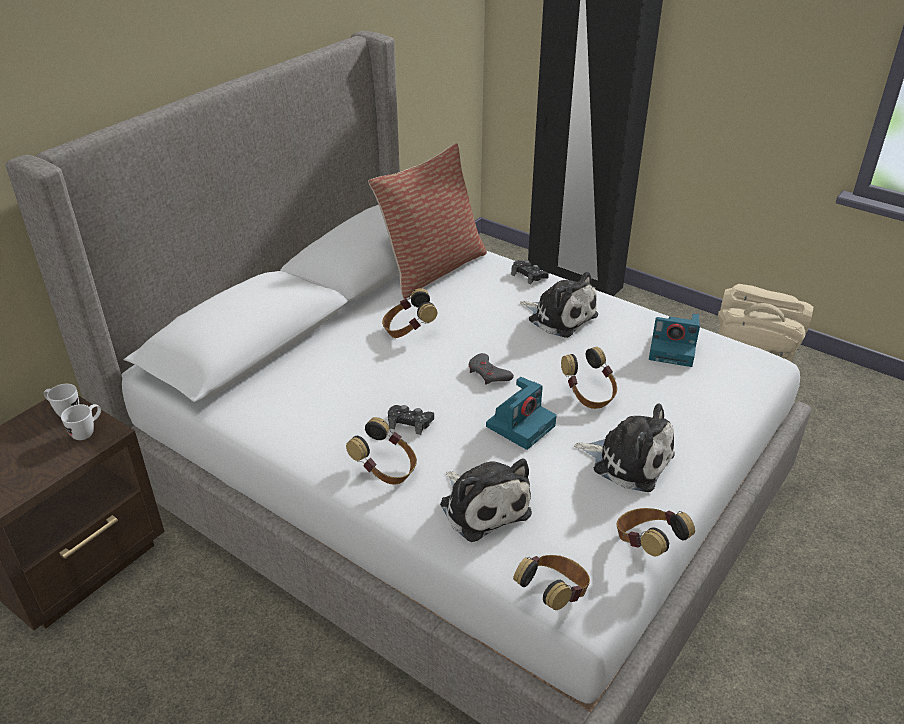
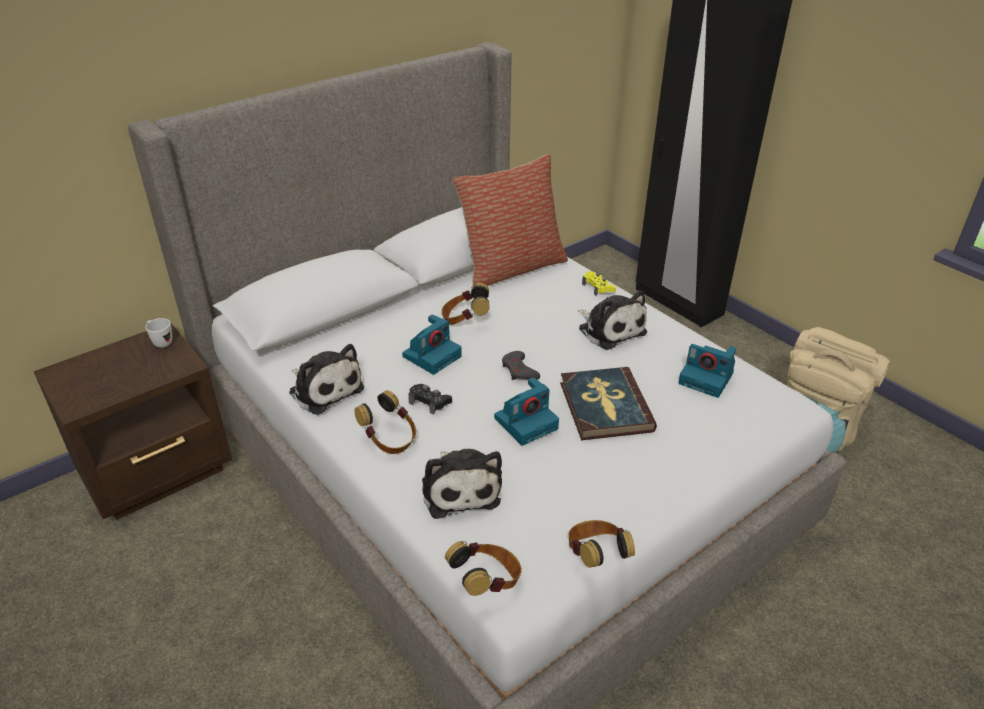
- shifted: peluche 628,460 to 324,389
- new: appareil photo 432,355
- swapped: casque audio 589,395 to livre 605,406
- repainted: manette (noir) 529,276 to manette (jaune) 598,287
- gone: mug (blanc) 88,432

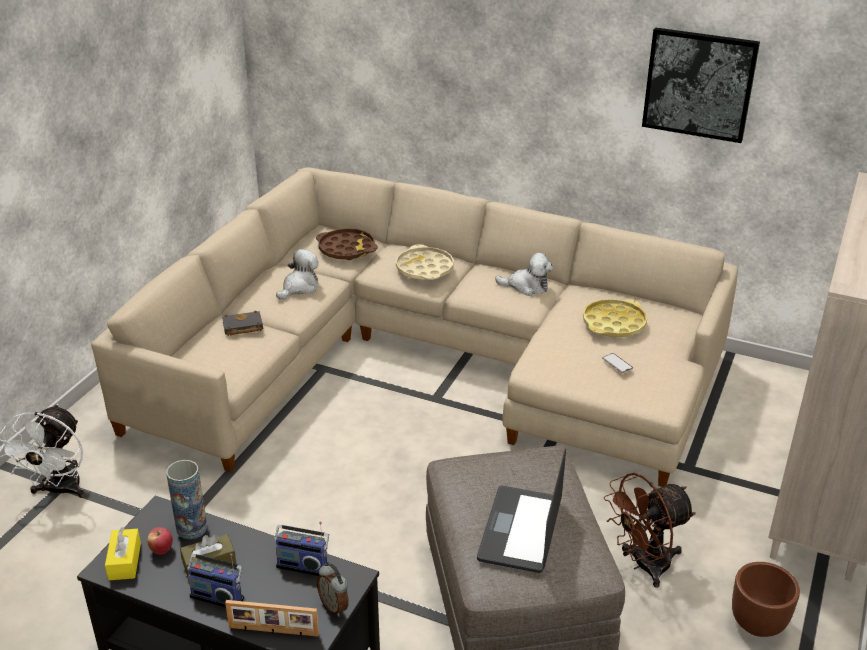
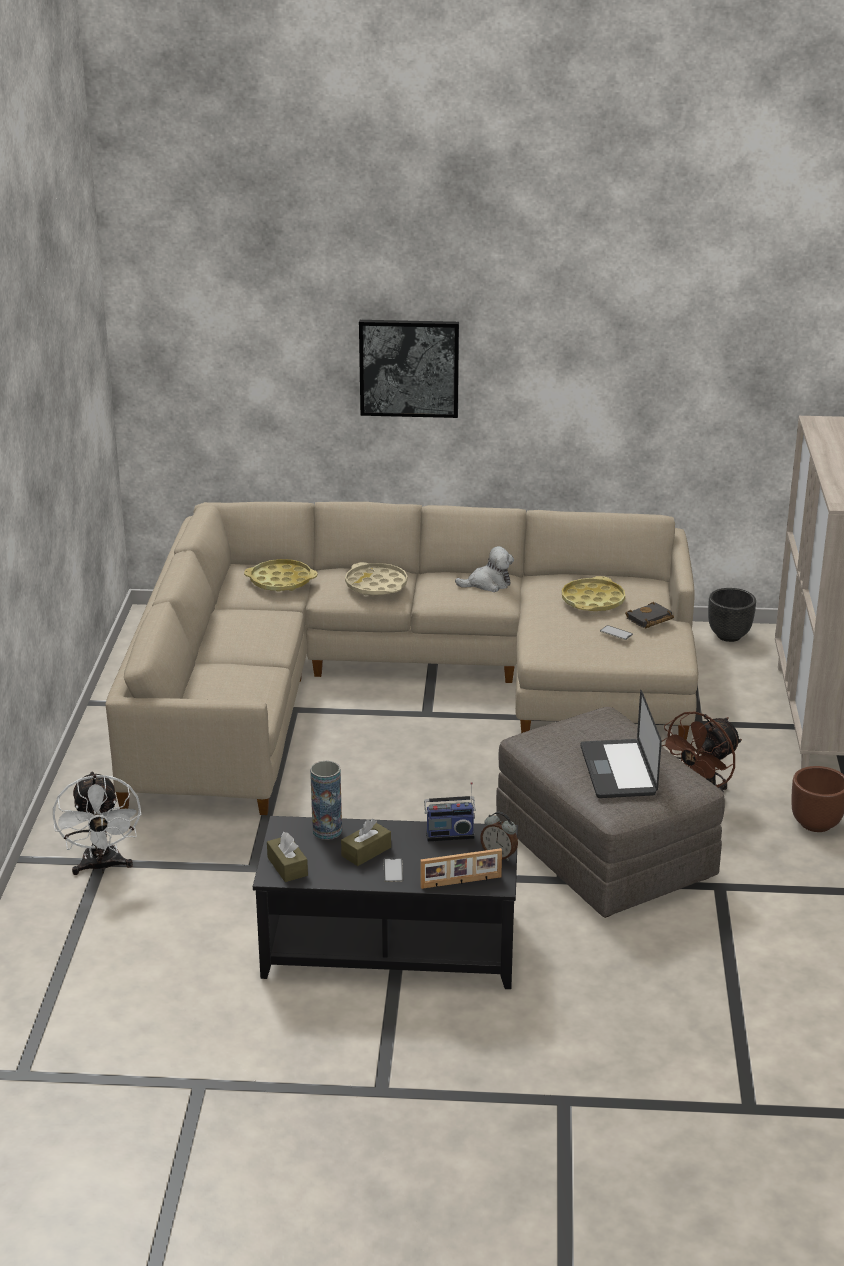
- repainted: plateau (marron) 346,249 to plateau (jaune) 281,581
- repainted: boîte à mouchoirs (jaune) 124,561 to boîte à mouchoirs (marron) 287,866
- shifted: tableau 699,84 to 409,367
- swapped: radio 218,595 to téléphone 393,870
- shifted: livre (noir) 242,327 to 649,620
- new: cache-pot (noir) 729,636
- gone: pomme 161,550
- gone: peluche 299,287

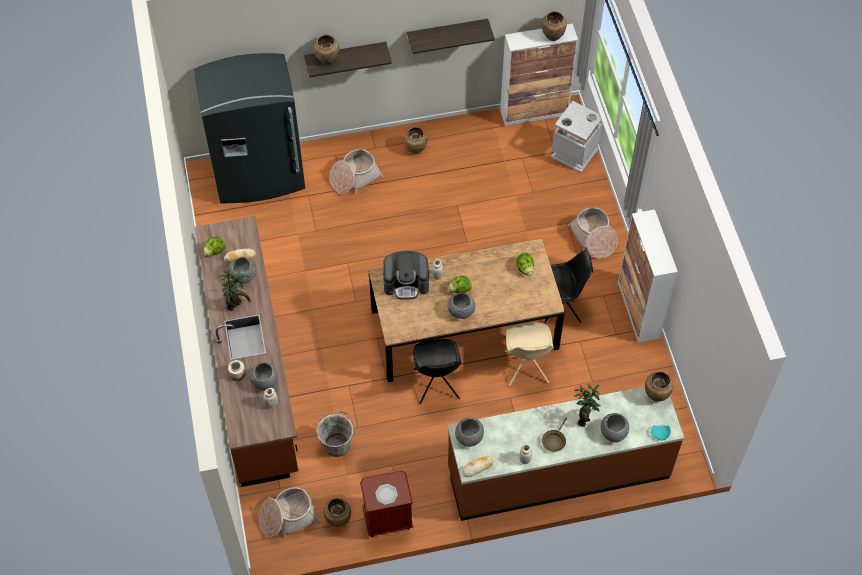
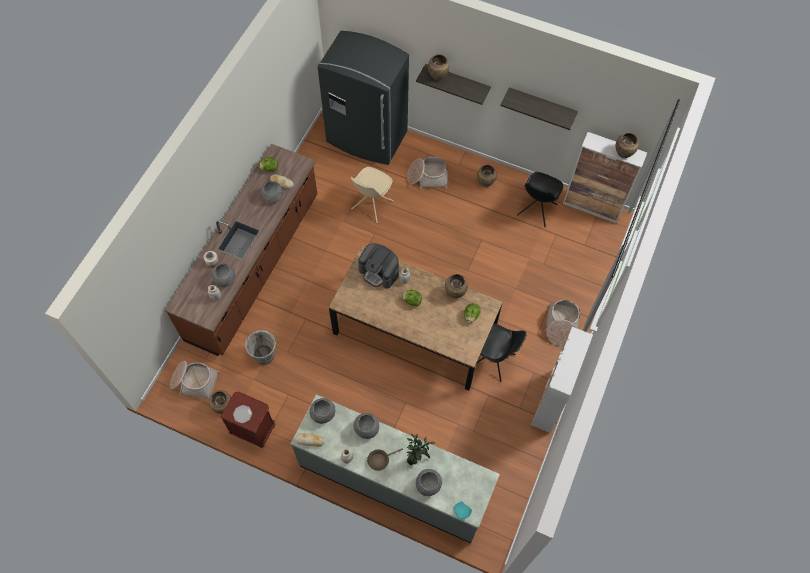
- repainted: comptoir de cuisine (marron) 558,473 to comptoir de cuisine (gris) 394,480
- shifted: chaise (beige) 526,368 to 371,205
- shifted: bol (gris) 460,311 to 366,428
- shifted: vase (marron) 656,395 to 455,293
- shifted: chaise (noir) 436,385 to 536,210
- gone: plante en pot 236,304
- gone: poubelle (gris) 574,153

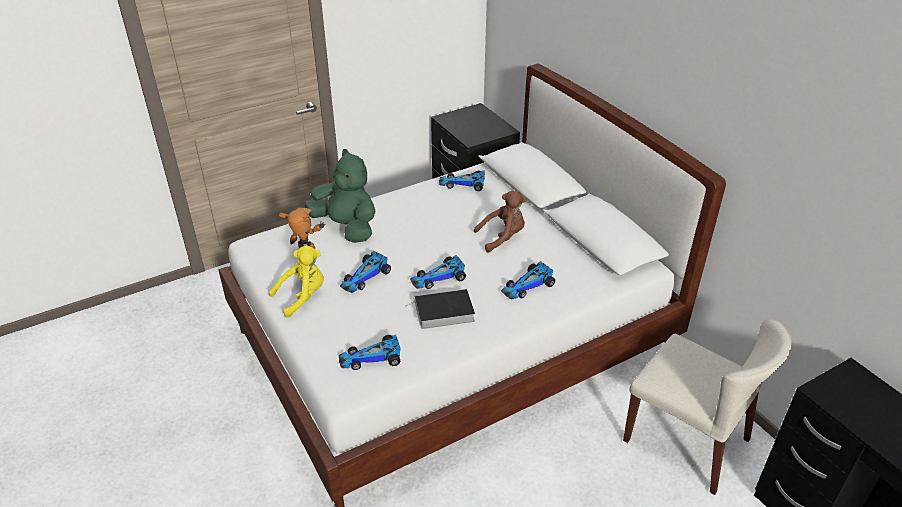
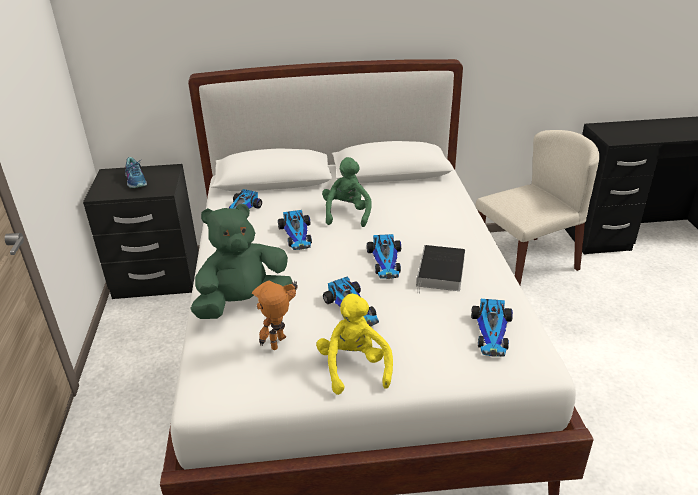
- new: chaussure 136,180
- shifted: petite voiture 528,286 to 297,235
- repainted: peluche (marron) 502,237 to peluche (vert) 347,213

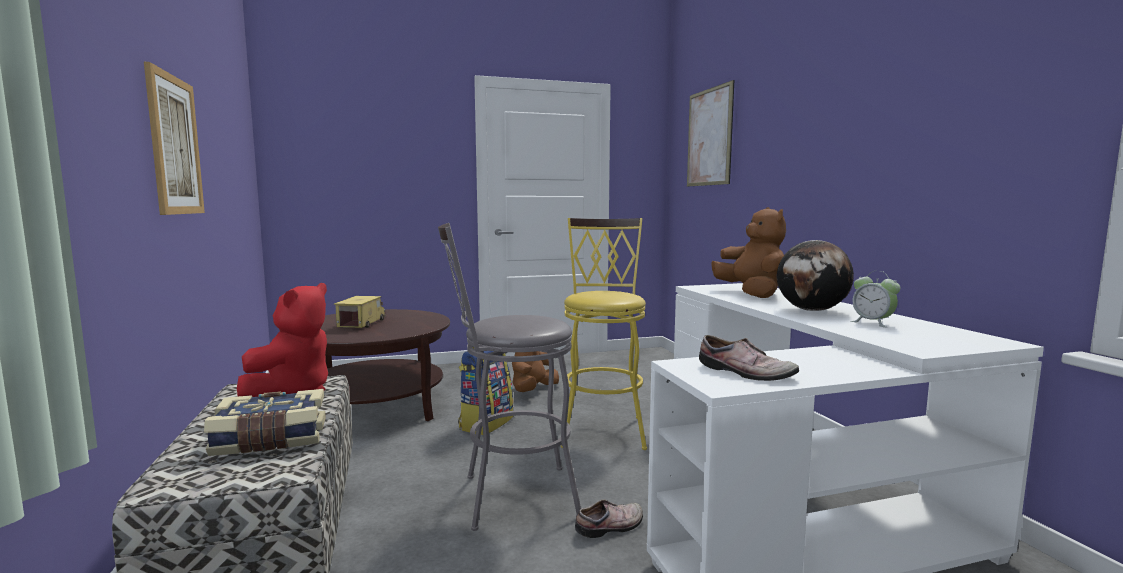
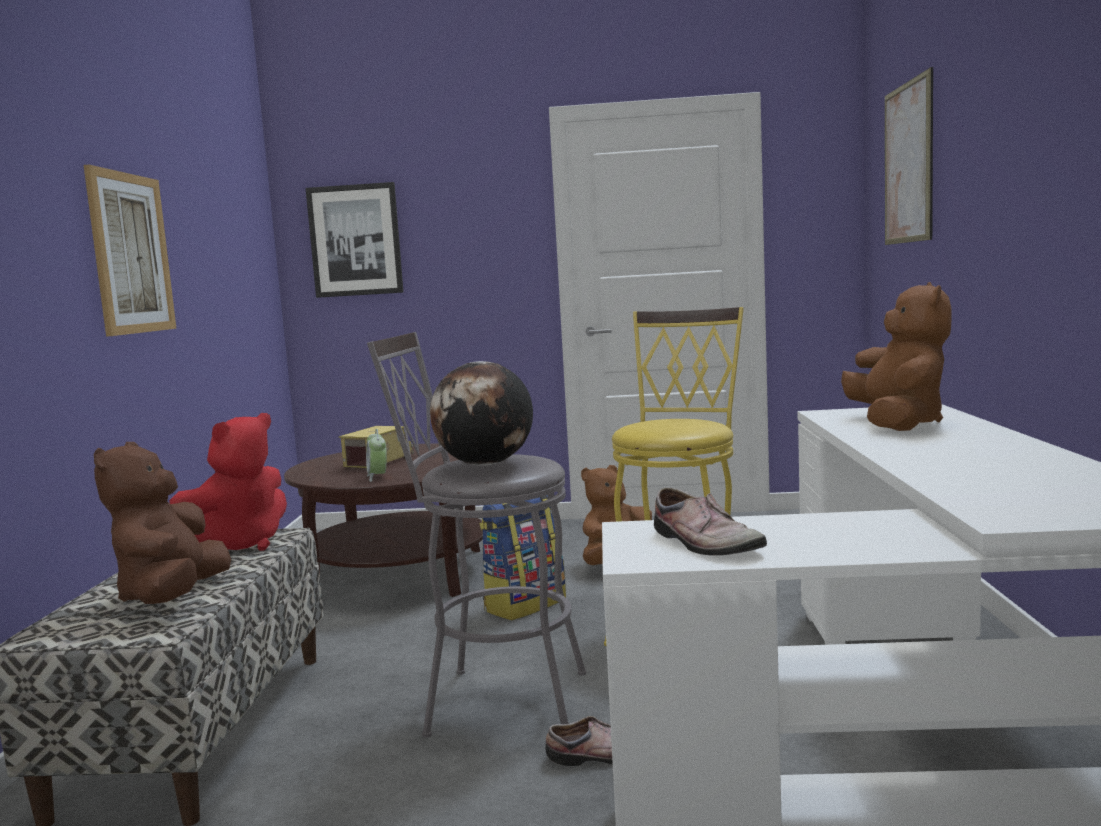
- swapped: livre 270,440 to peluche (marron) 172,597
- new: tableau 355,240
- shifted: réveil 872,323 to 378,477
- shifted: globe 812,310 to 485,464

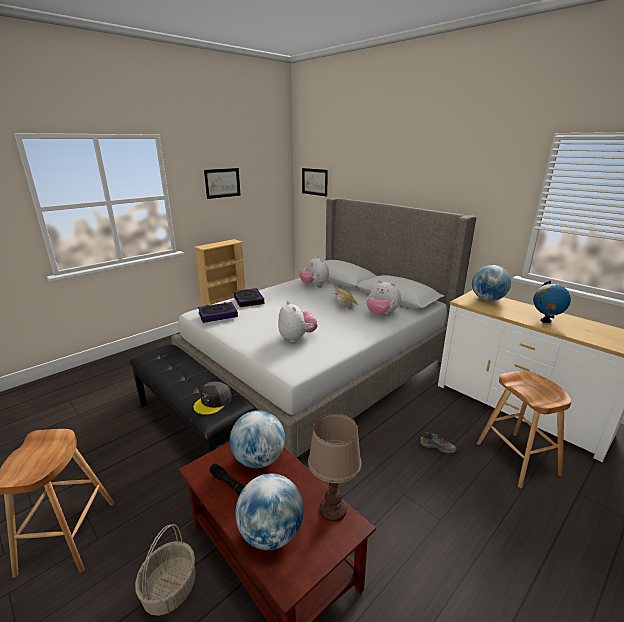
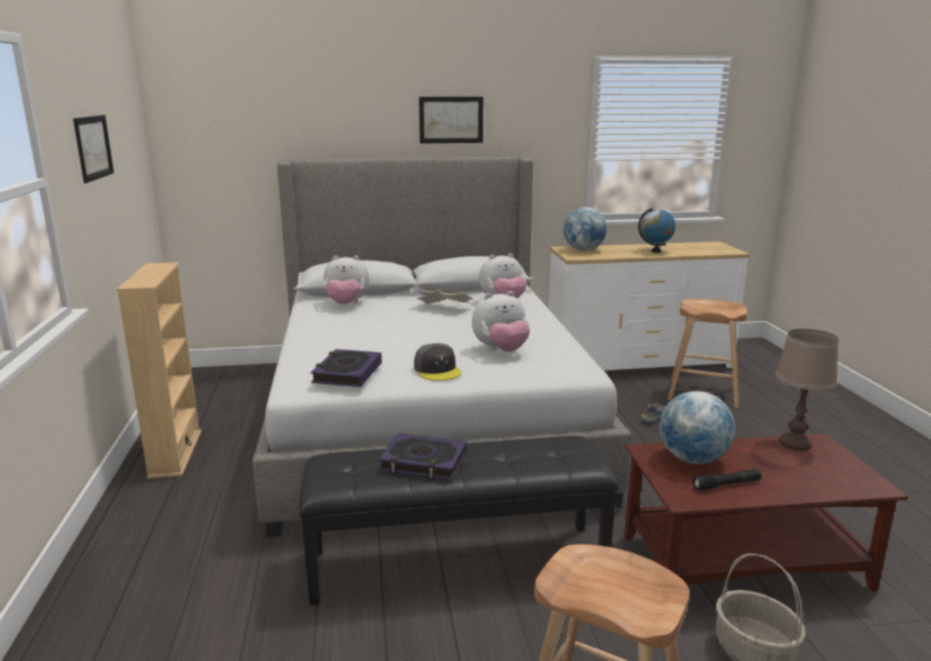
- shifted: livre 248,300 to 423,462
- shifted: casquette (gris) 213,402 to 437,370
- shifted: tableau 314,182 to 451,120
- rotated: peluche 297,338 = 501,351 150 degrees clockwise
- gone: globe 271,533

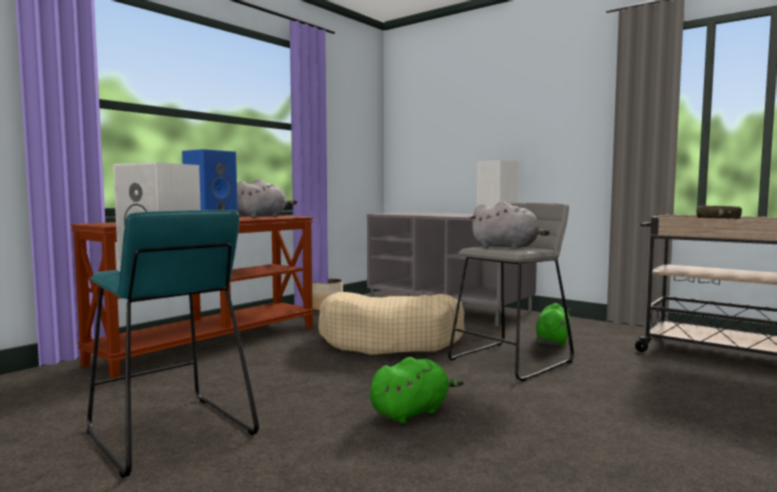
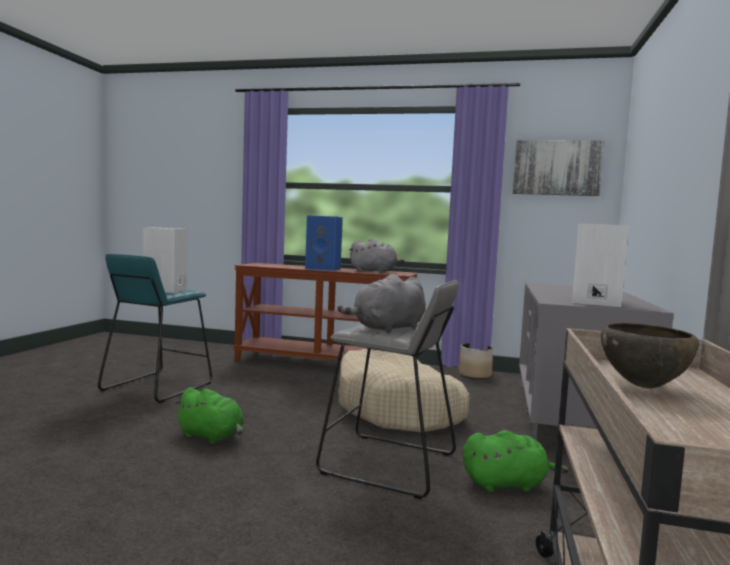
- rotated: peluche (gris) 507,247 = 387,328 45 degrees clockwise
- new: tableau 556,168

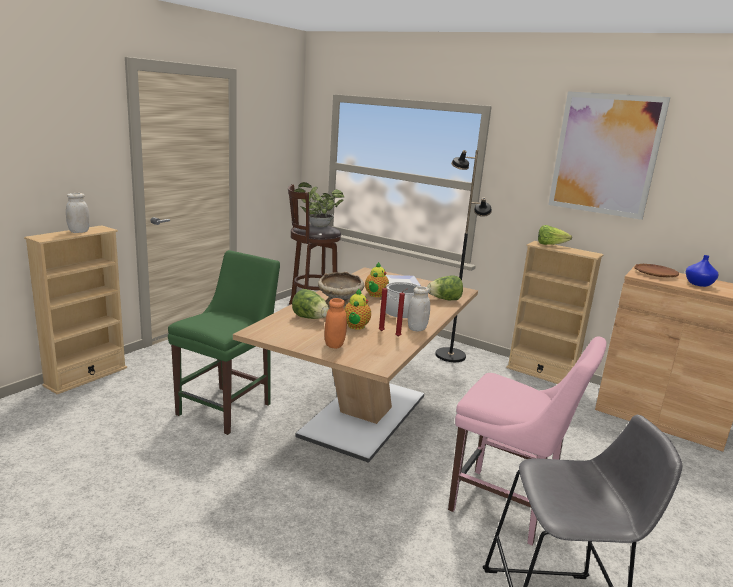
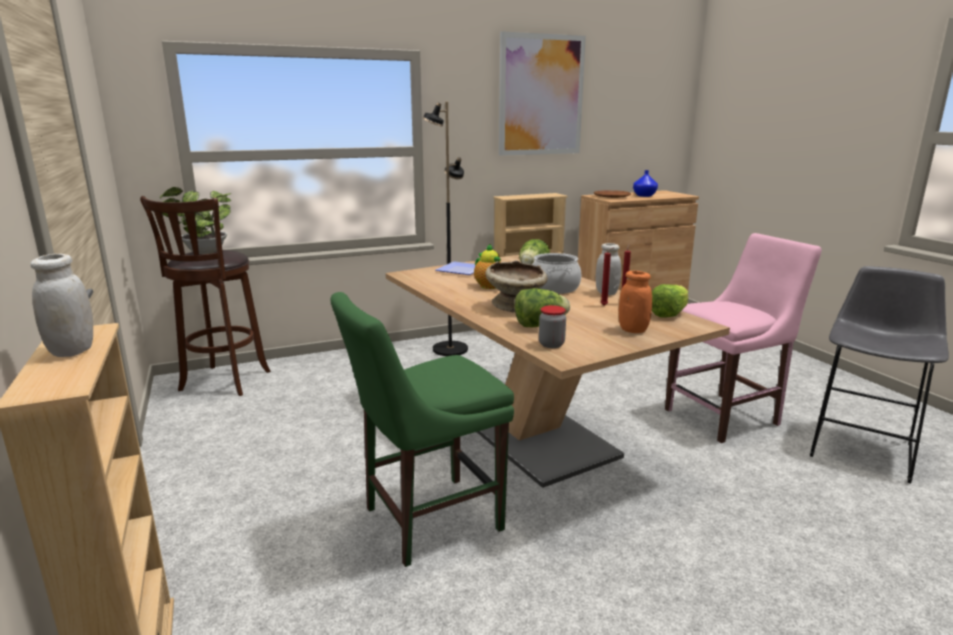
- rotated: chaise (vert) 228,407 = 426,520 90 degrees counterclockwise
- new: bocal 551,344
- shifted: laitue 550,245 to 669,314
- gone: théière 355,327

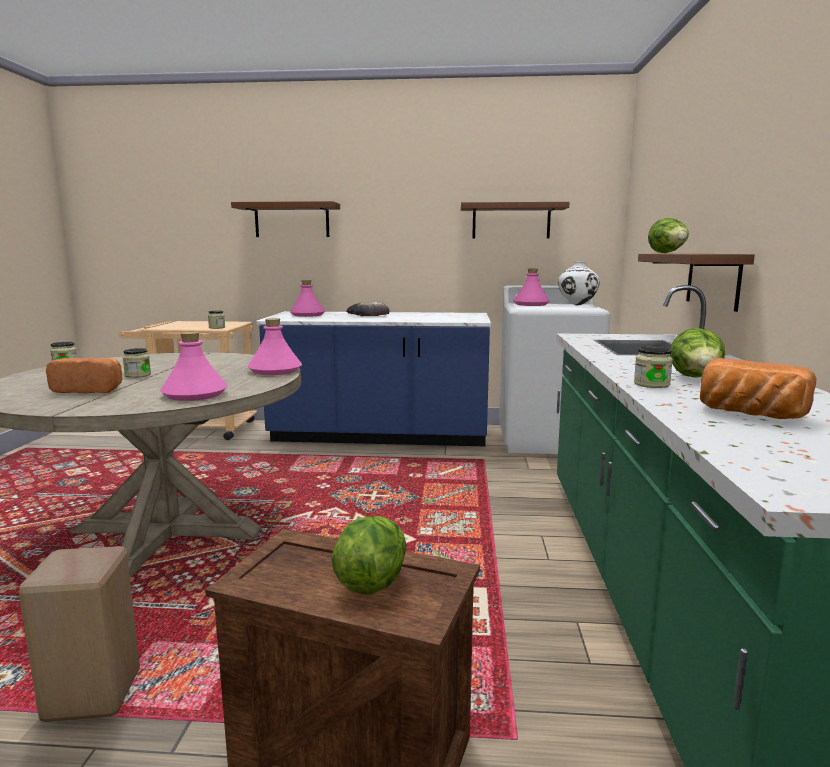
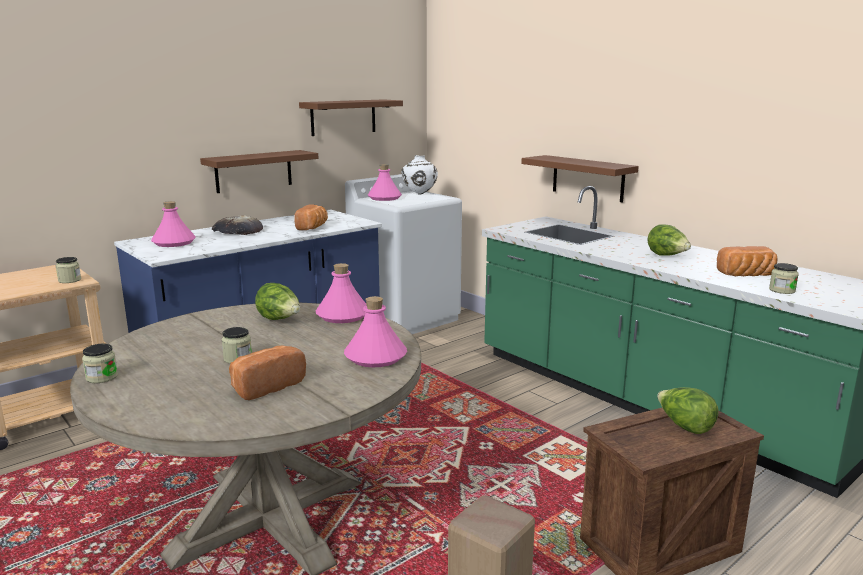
- shifted: étagère (marron) 292,220 to 253,171
- shifted: laitue 667,253 to 280,320
- new: pain 313,227
- shifted: bocal 651,384 to 782,290

